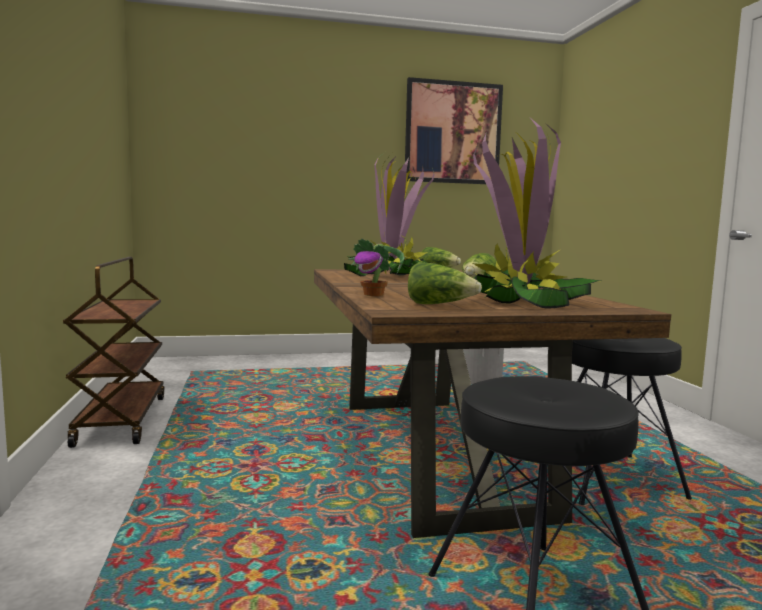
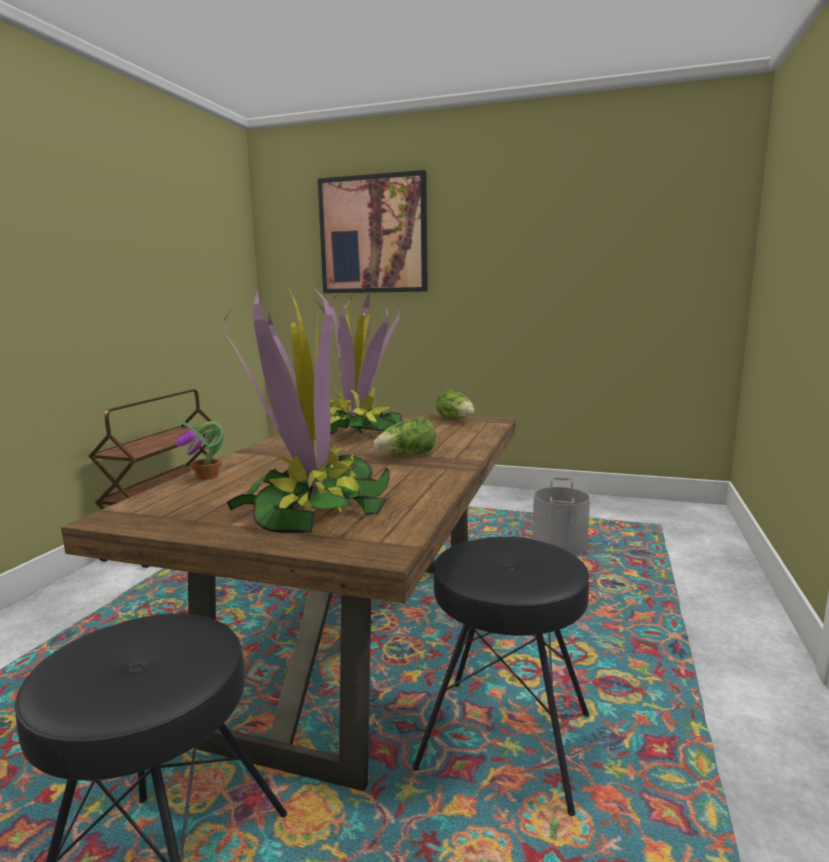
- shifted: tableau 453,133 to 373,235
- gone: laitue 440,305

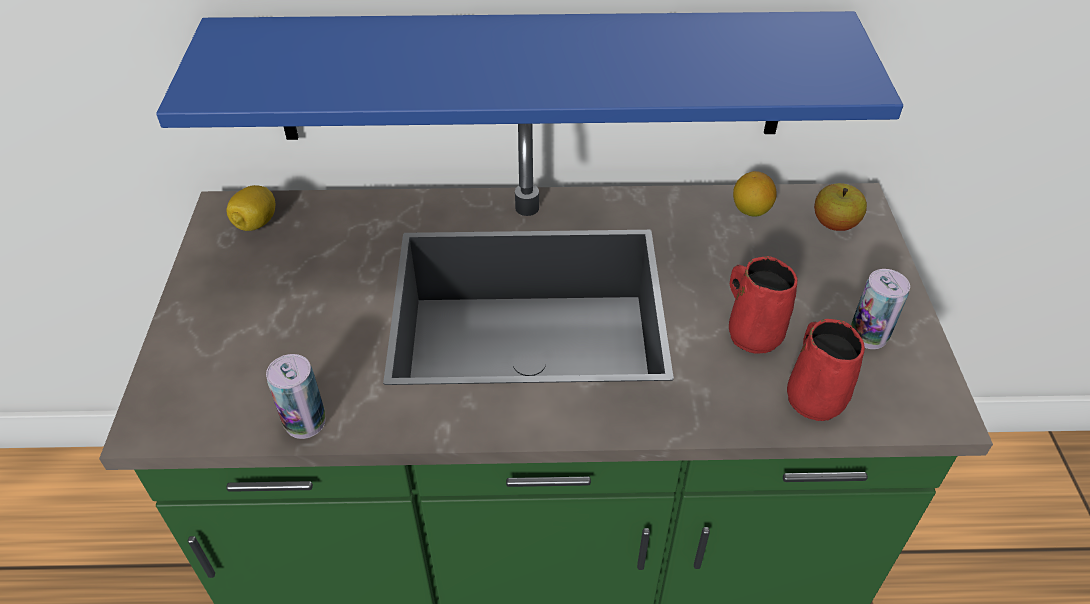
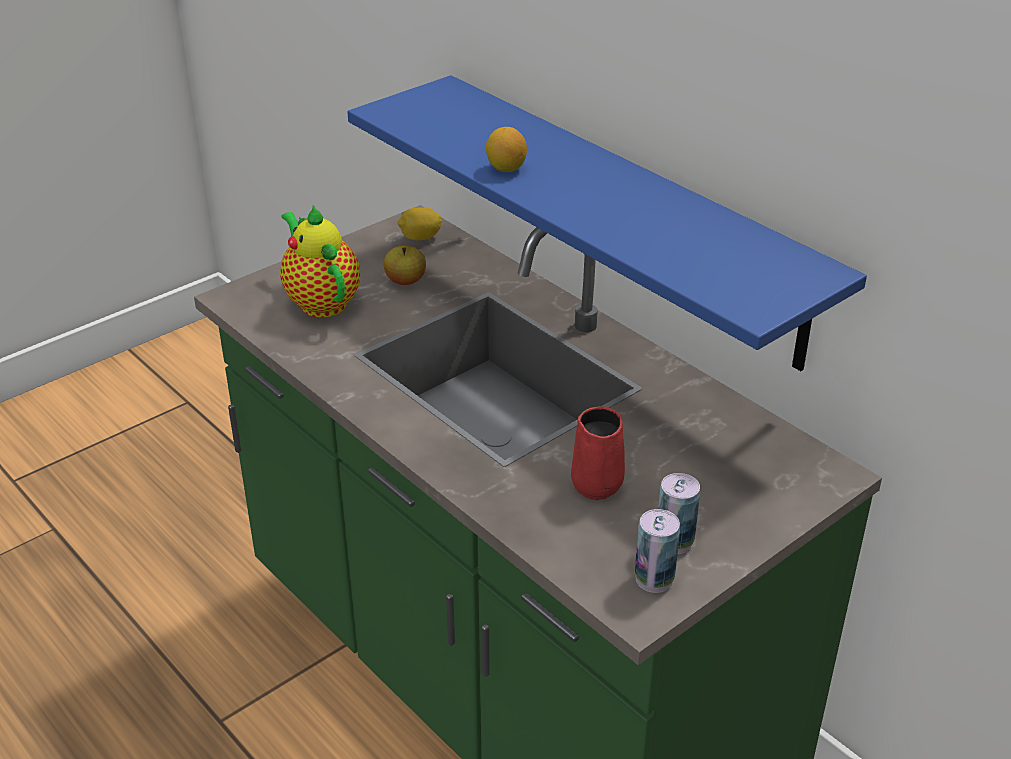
- new: théière 321,301
- shifted: pomme 834,224 to 405,281
- shifted: citron 751,210 to 506,168
- shifted: boîte métallique 305,422 to 654,579
- gone: mug (rouge) 814,397

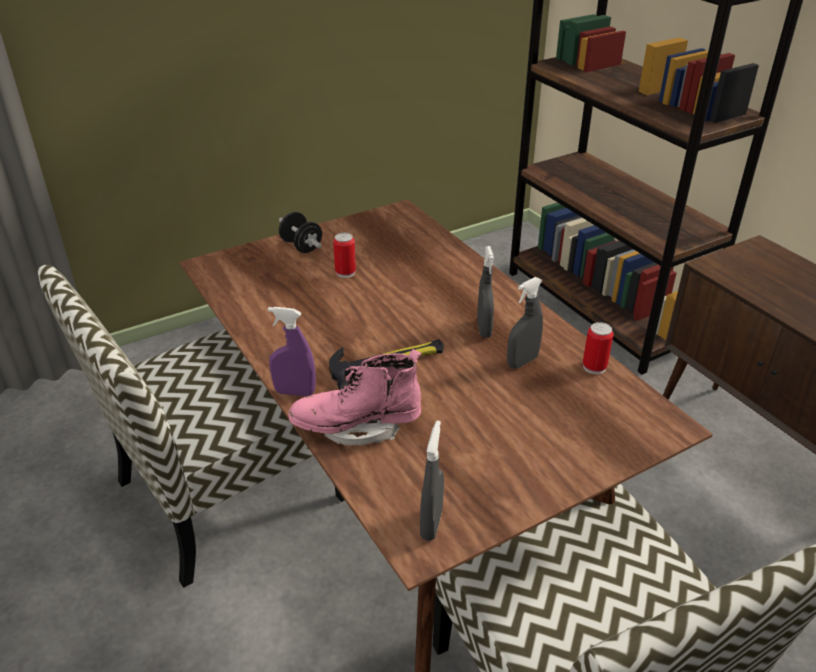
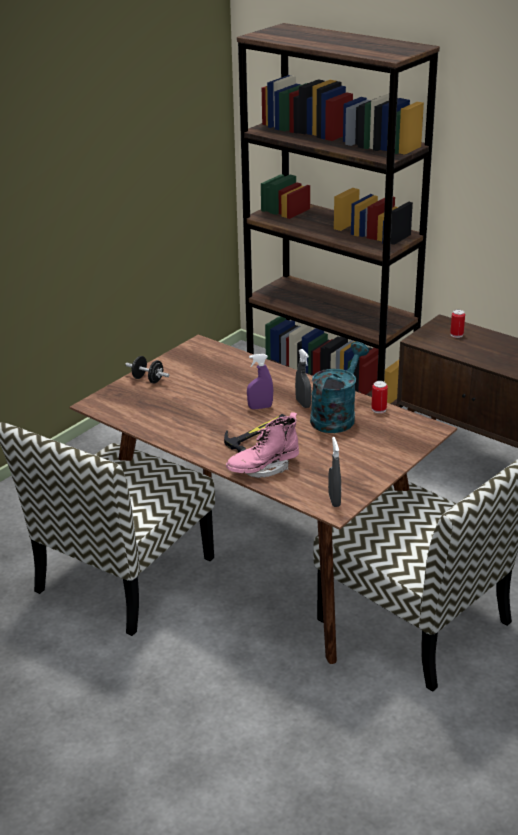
- shifted: vaporisateur (violet) 294,392 to 260,407
- swapped: vaporisateur (gris) 522,361 to arrosoir (turquoise) 336,416
- shifted: boîte métallique 345,272 to 456,335

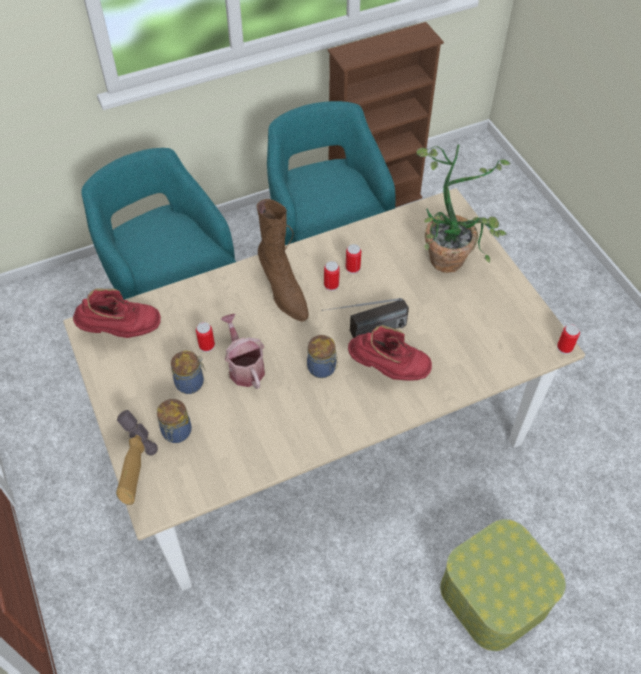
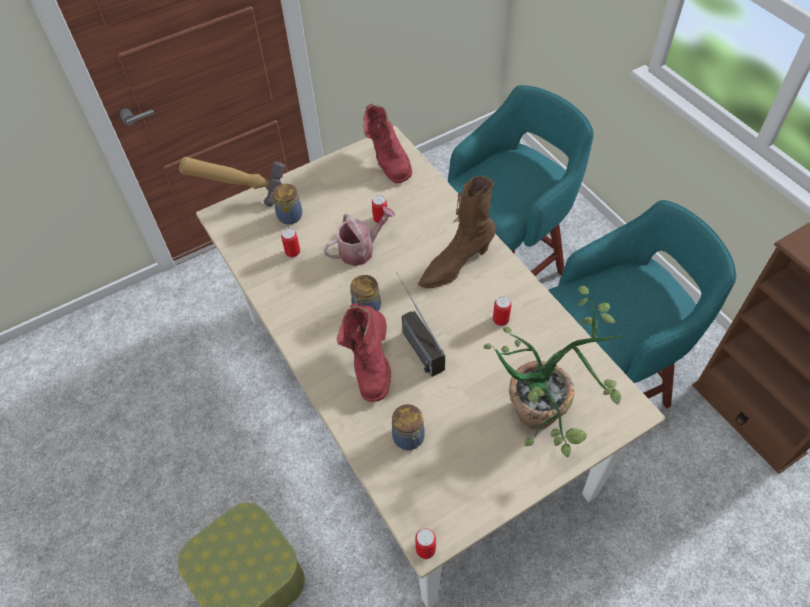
- shifted: boîte métallique 331,285 to 293,253
- shifted: bocal 191,383 to 409,438

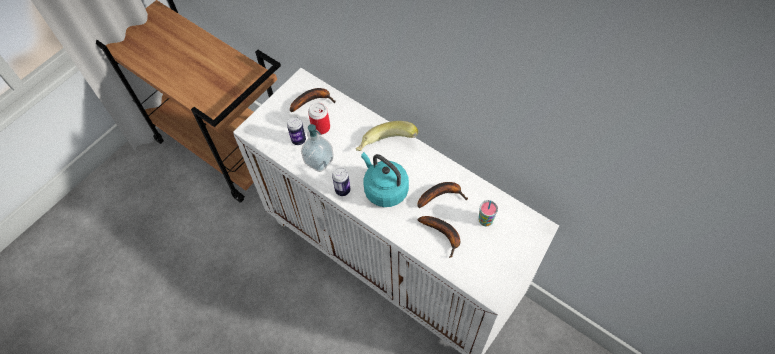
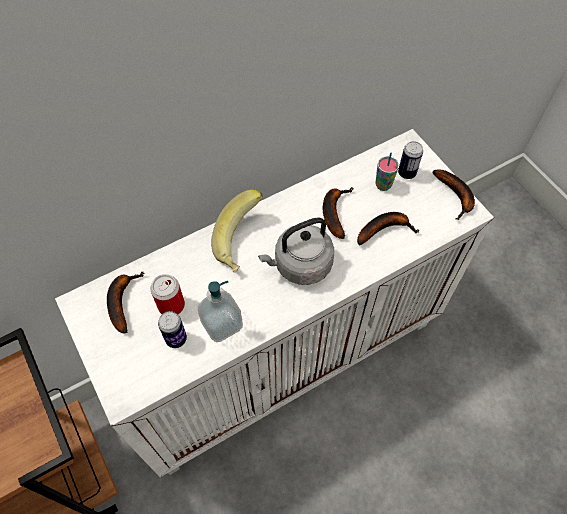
- repainted: bouilloire (turquoise) 384,189 to bouilloire (gris) 300,265
- shifted: boîte métallique 342,190 to 406,173
- new: banane 456,196

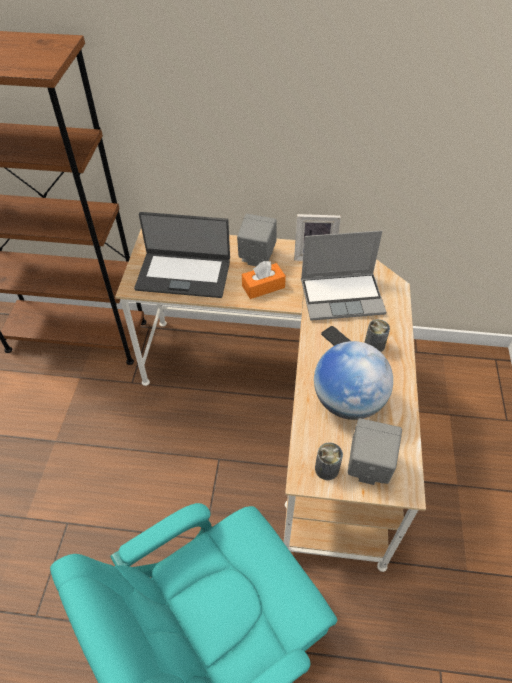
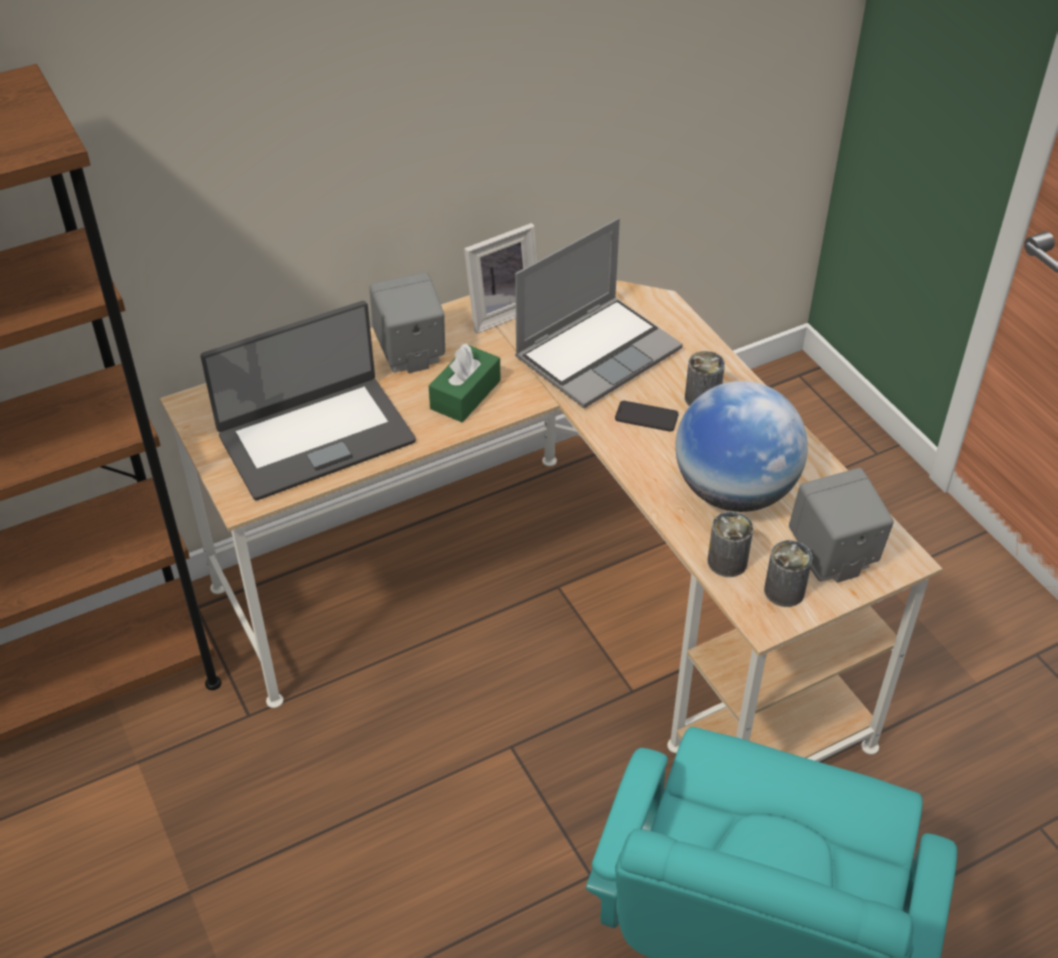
- repainted: boîte à mouchoirs (orange) 263,287 to boîte à mouchoirs (vert) 465,395
- new: boîte métallique 727,562

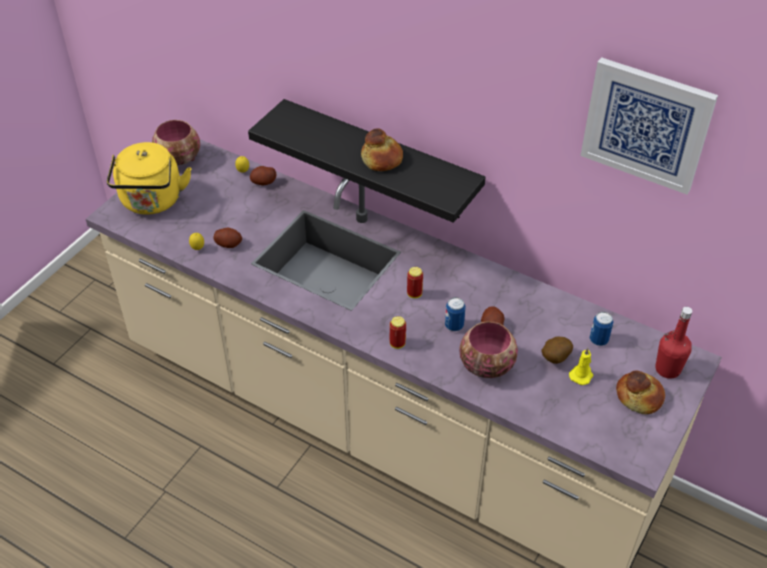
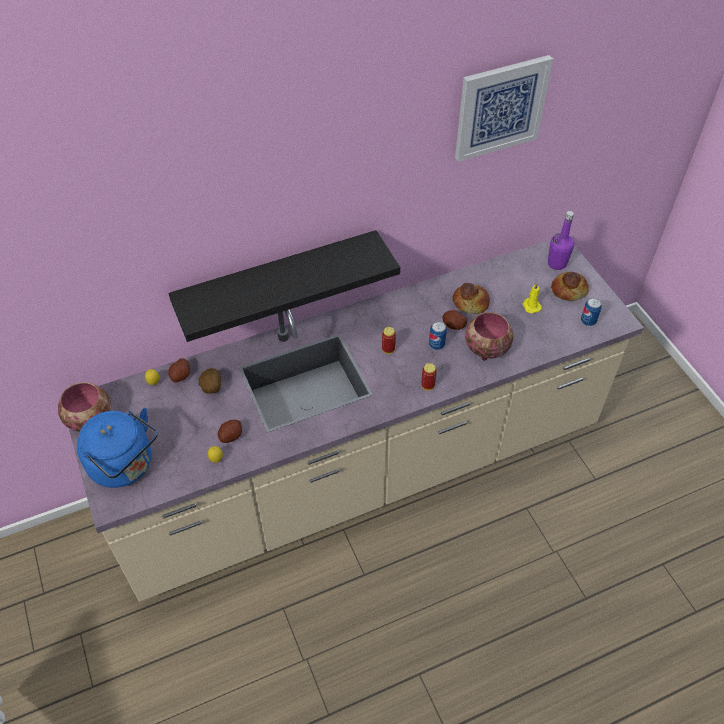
- repainted: bouilloire (jaune) 152,202 to bouilloire (bleu) 125,466
- shifted: pomme de terre 554,358 to 211,389
- shifted: pain 382,159 to 471,302
- repainted: bouteille (rouge) 667,369 to bouteille (violet) 557,263
- shifted: boîte métallique 598,340 to 588,321

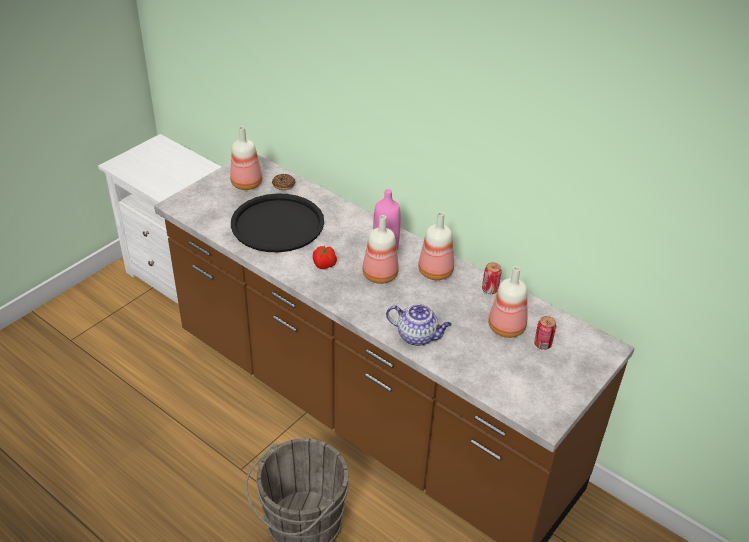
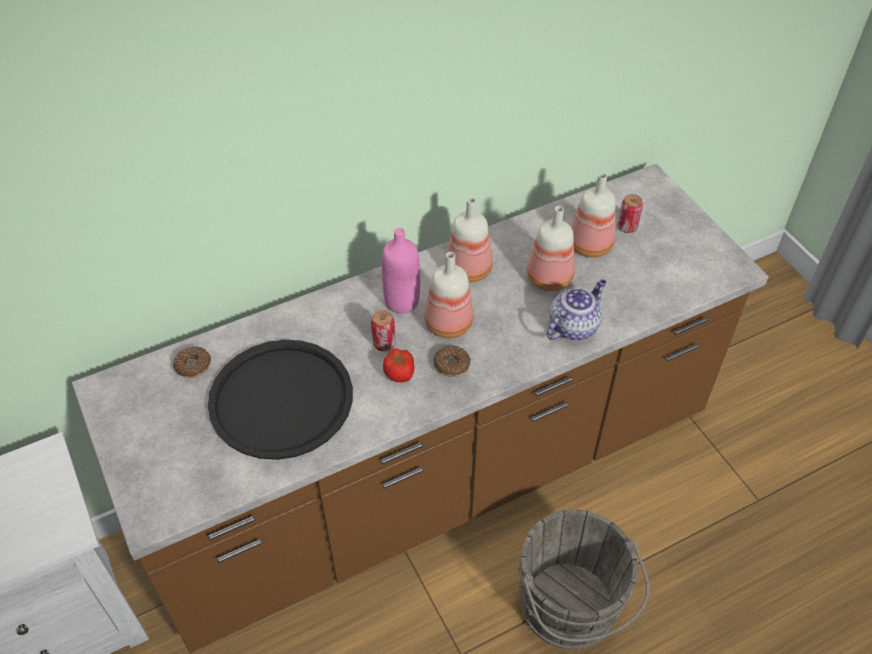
- shifted: boîte métallique 489,289 to 384,344
- new: beignet 451,365
- shifted: bouteille 247,183 to 548,277

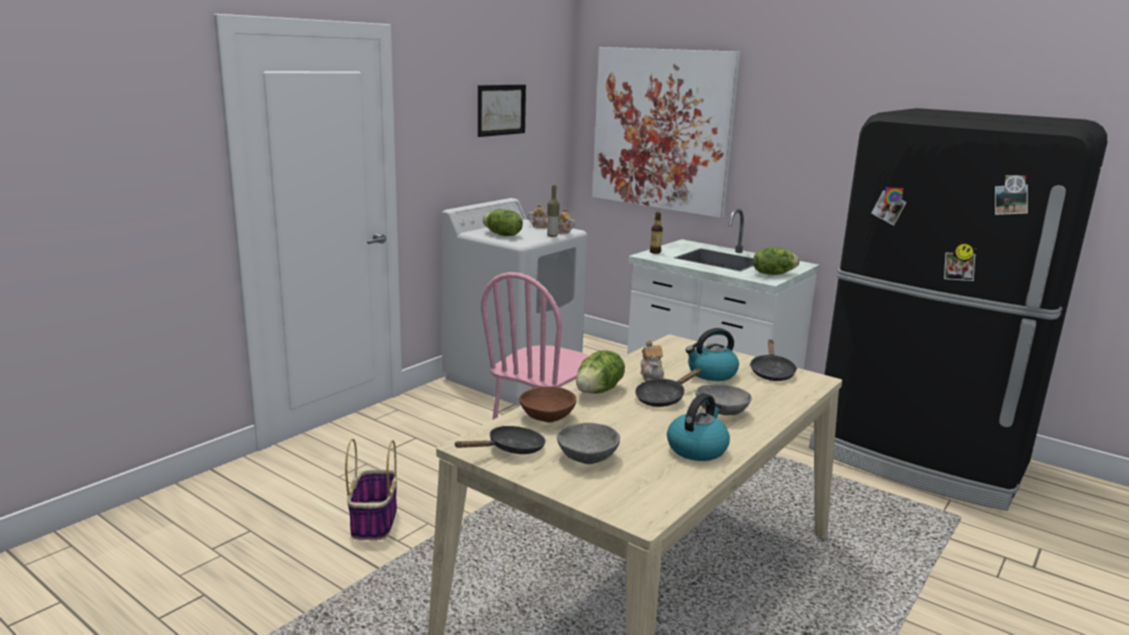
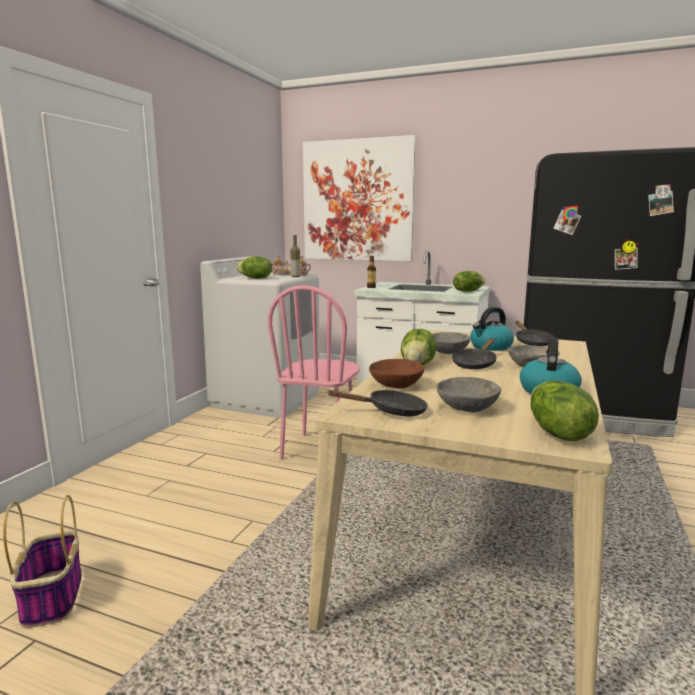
- shifted: panier 374,521 to 52,597
- rotated: poêle (noir) 511,449 = 391,411 45 degrees clockwise
- swapped: théière 652,376 to bol (gris) 447,352
- new: laitue 557,433
- gone: tableau 501,110

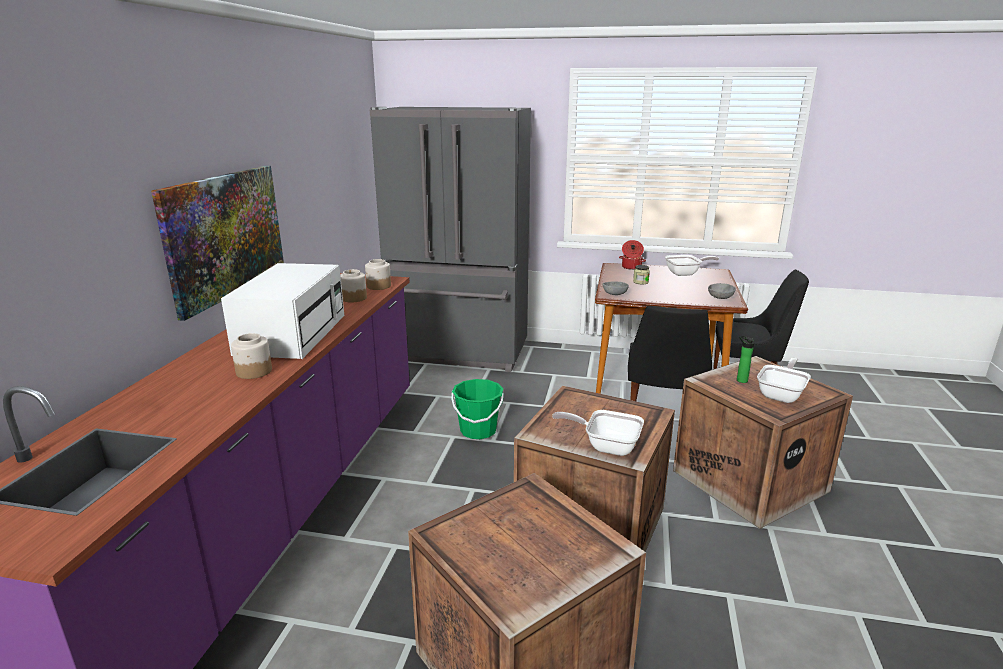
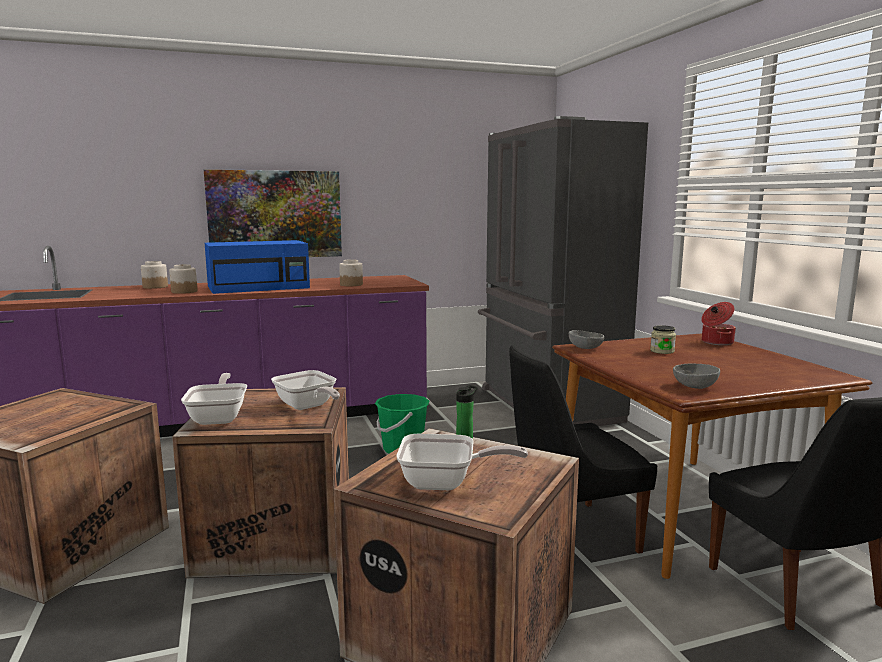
- shifted: bocal 378,286 to 155,287
- repainted: micro-ondes (blanc) 292,333 to micro-ondes (bleu) 260,287
- shifted: poêle 685,273 to 307,407

